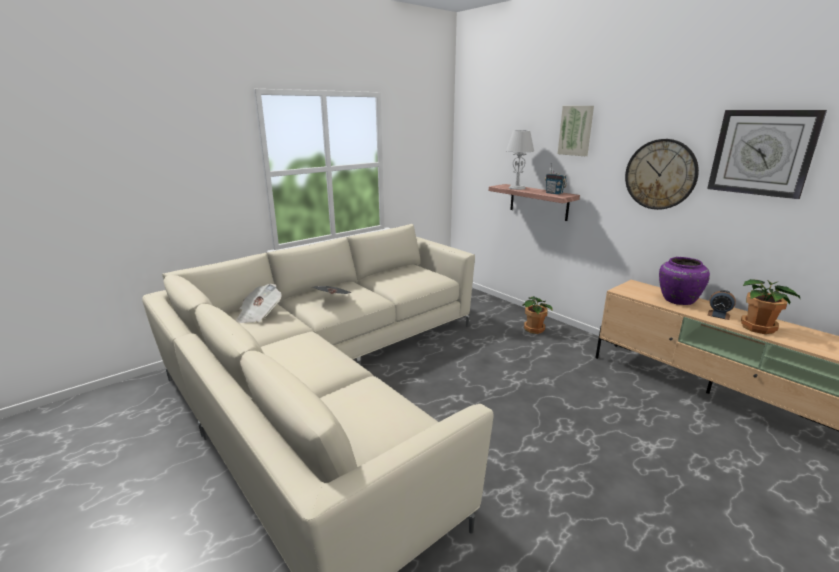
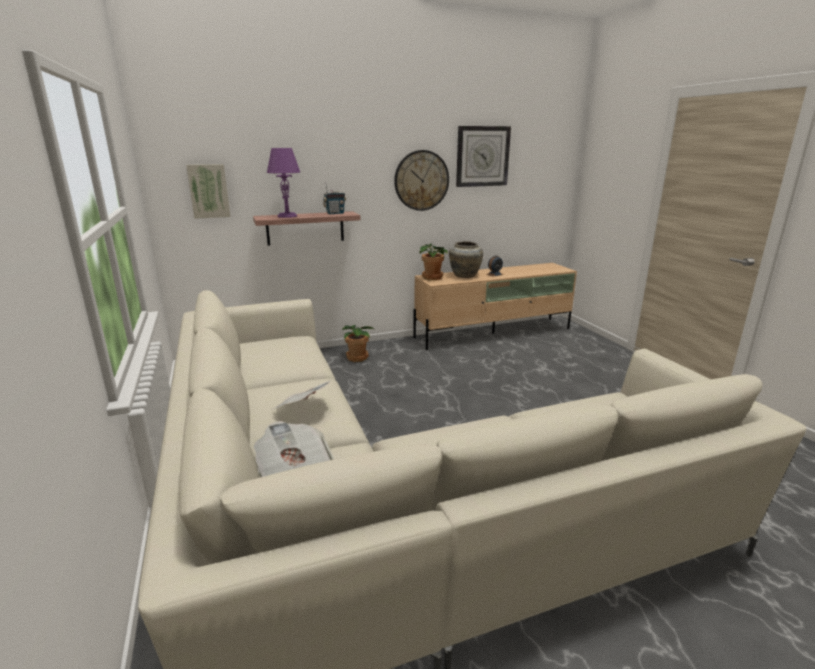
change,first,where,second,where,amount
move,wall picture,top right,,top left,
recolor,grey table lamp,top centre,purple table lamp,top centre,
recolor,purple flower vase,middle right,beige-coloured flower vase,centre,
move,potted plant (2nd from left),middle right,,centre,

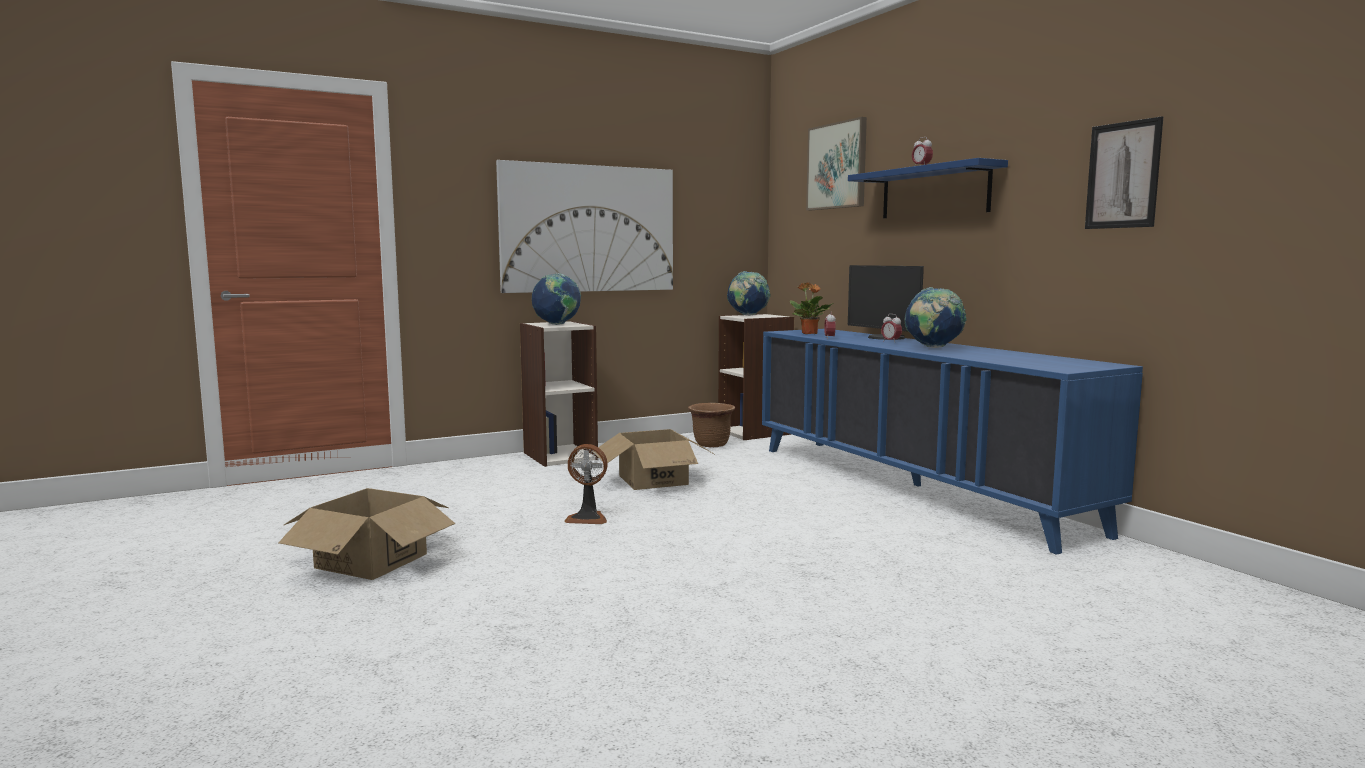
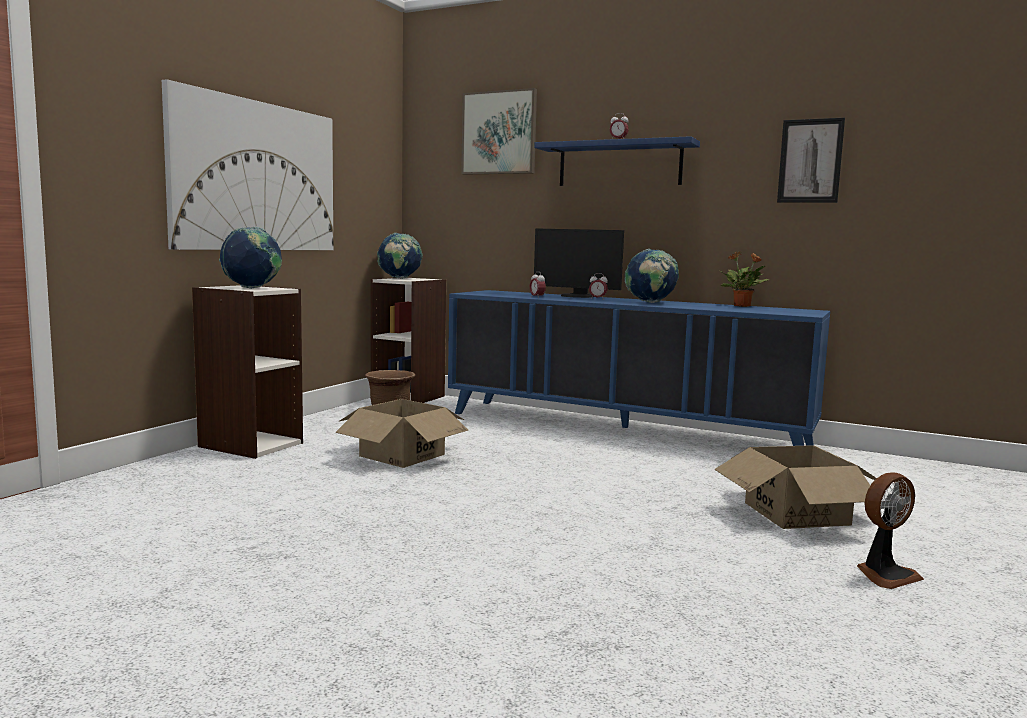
change,first,where,second,where,amount
move,potted plant,centre,,middle right,
move,electric fan,centre,,bottom right,
move,packing box (1st from left in the first image),bottom left,packing box (2nd from left),bottom right,

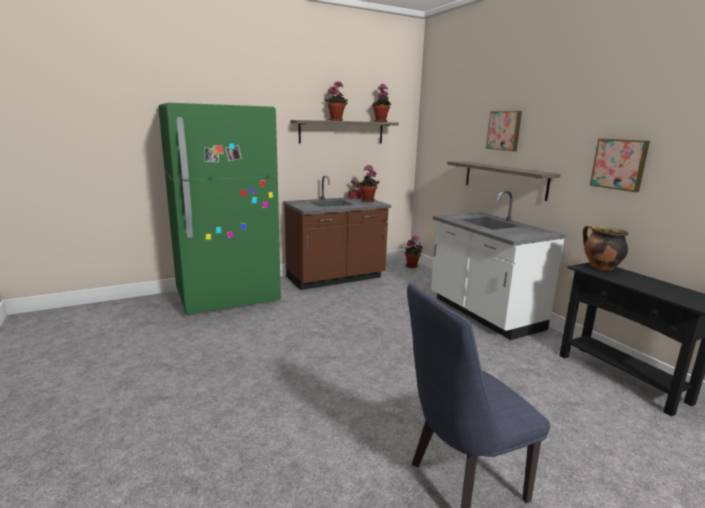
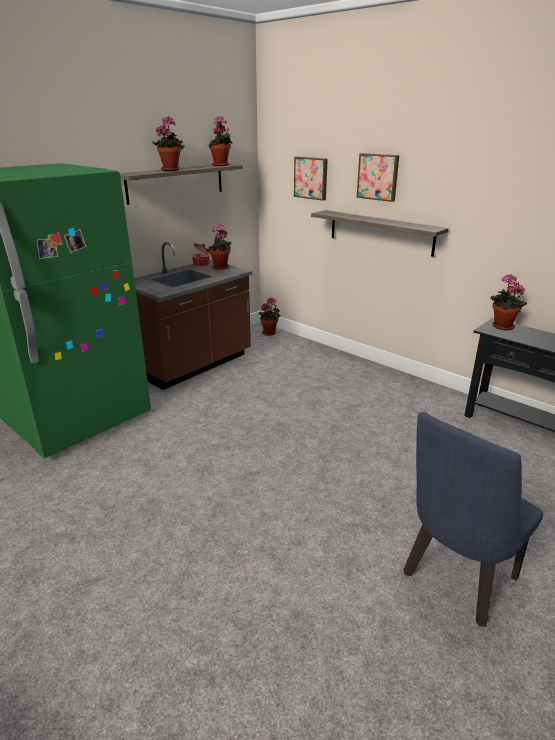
change,first,where,second,where,amount
move,wall picture (2nd from left in the first image),top right,wall picture (1st from left),top centre,
delete,white-coloured kitchen counter,middle right,,,
replace,saucepot (2nd from left),middle right,potted plant (5th from left),middle right,

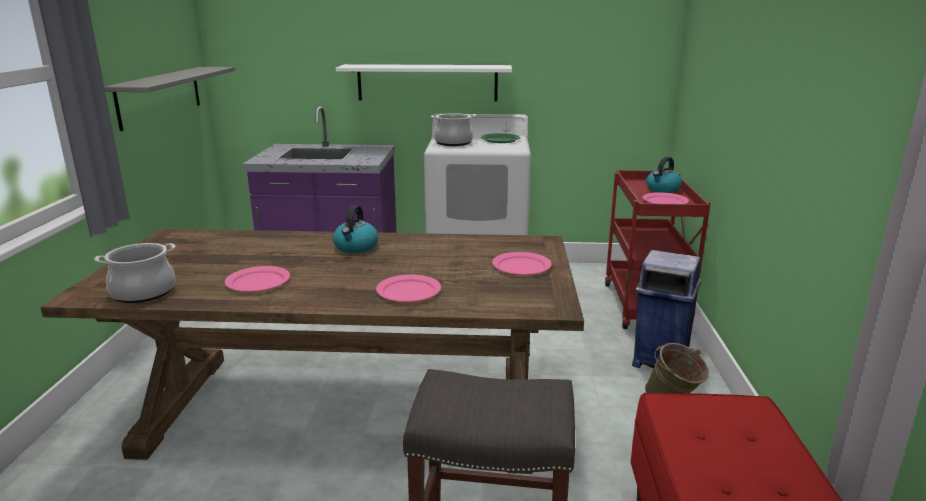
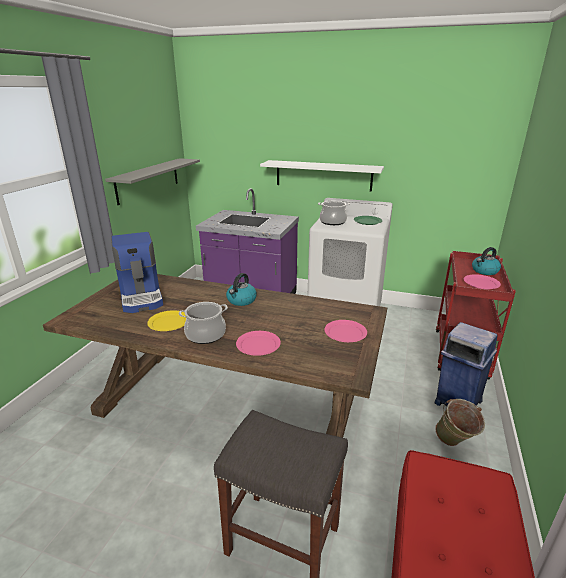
change,first,where,second,where,amount
move,saucepot (1st from left),middle left,,centre,
recolor,pinkish plate (1st from left),middle left,yellow plate,middle left,
insert,,,coffee machine,middle left,

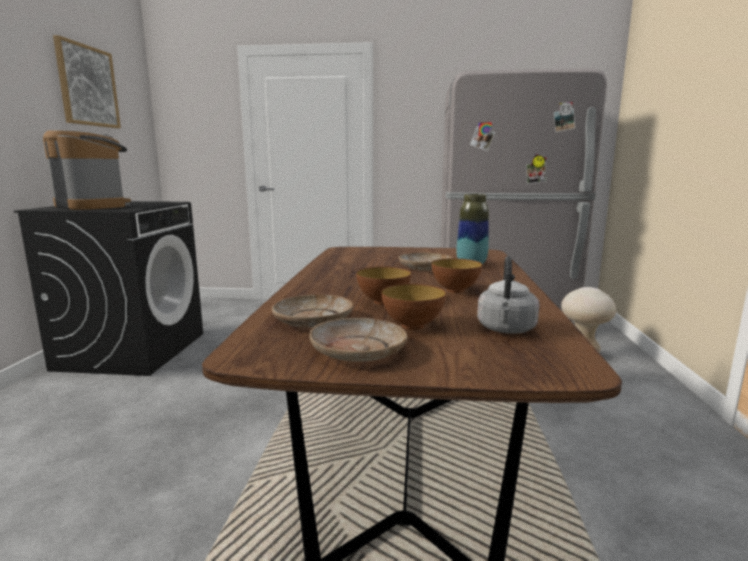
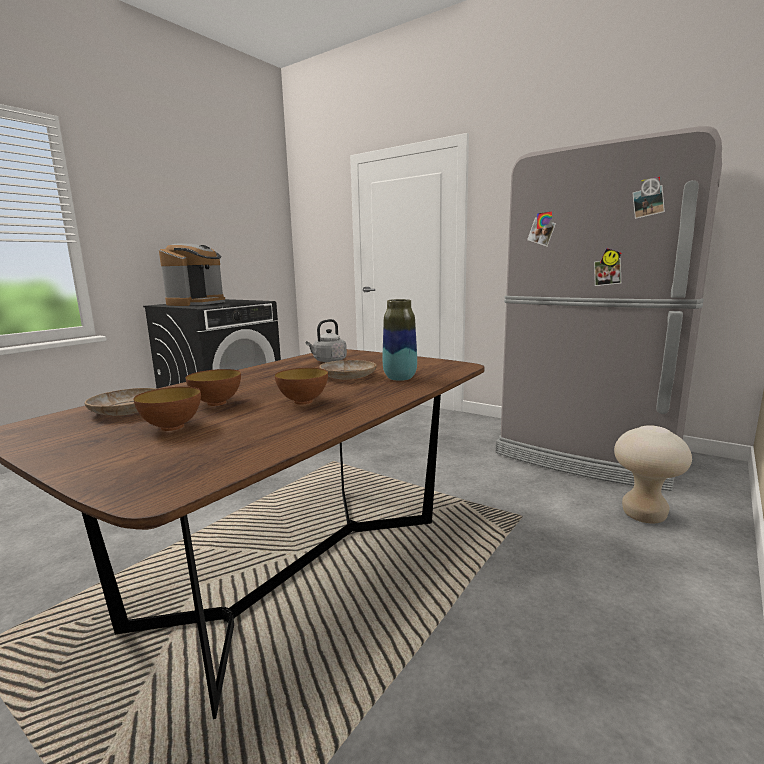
change,first,where,second,where,amount
delete,wall picture,top left,,,
rotate,coffee machine,top left,,middle left,45 degrees clockwise
move,grey water kettle,middle right,,centre,
delete,beige-coloured plate (2nd from left),centre,,,

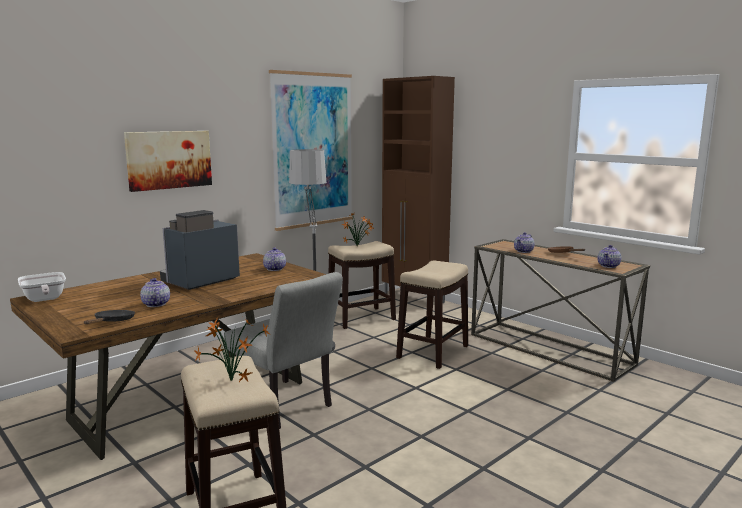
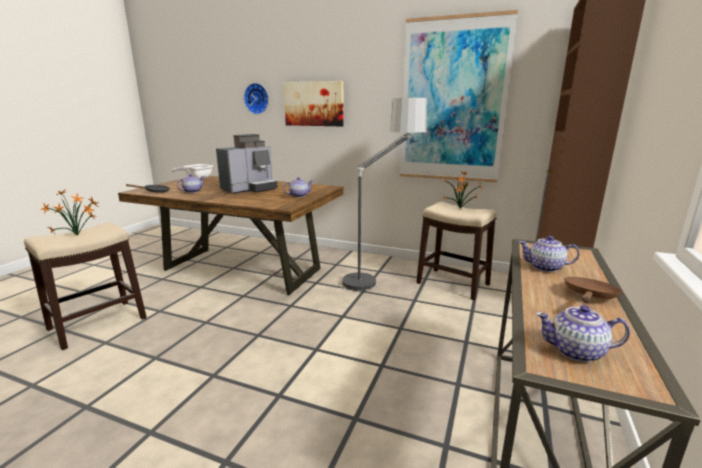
change,first,where,second,where,amount
rotate,coffee machine,middle left,,centre,120 degrees clockwise
delete,stool seat (3rd from left),centre,,,
delete,grey chair,bottom centre,,,
insert,,,wall clock,top centre,

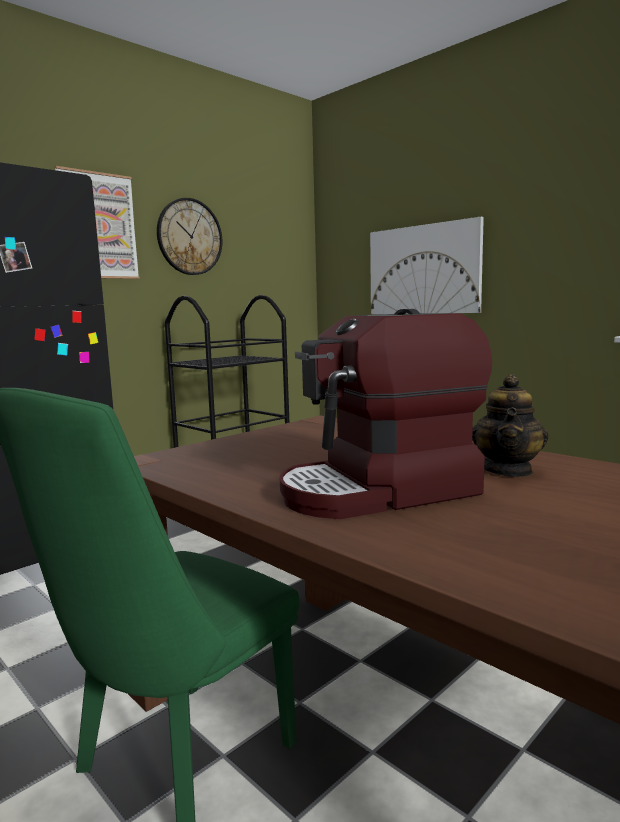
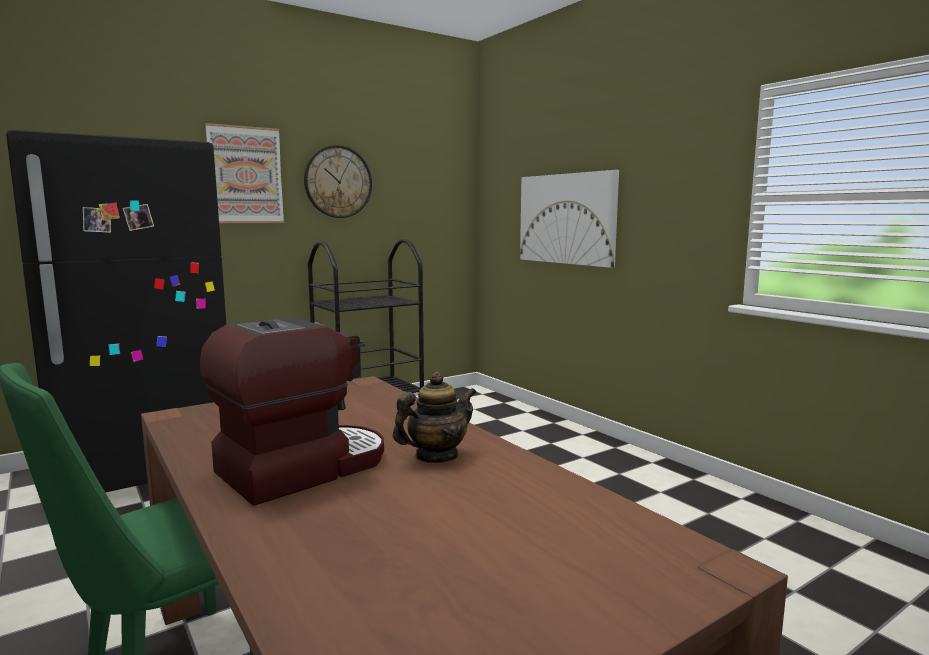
change,first,where,second,where,amount
rotate,coffee machine,centre,,middle left,150 degrees clockwise
rotate,pot for tea,middle right,,centre,150 degrees counterclockwise

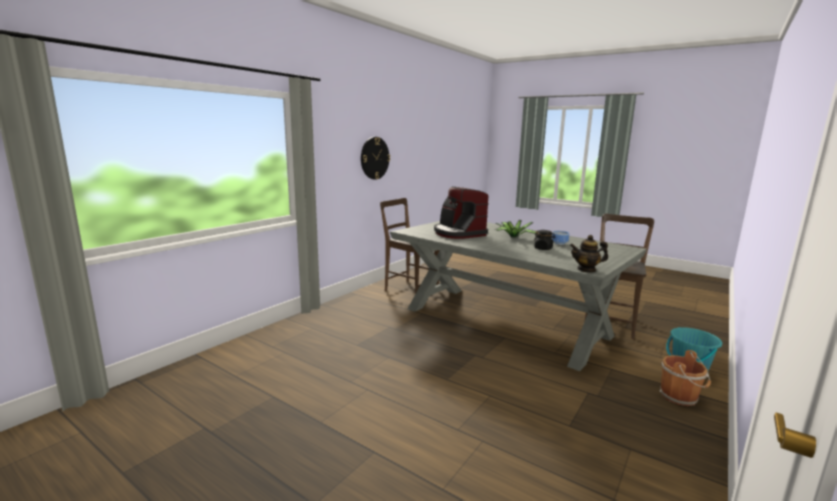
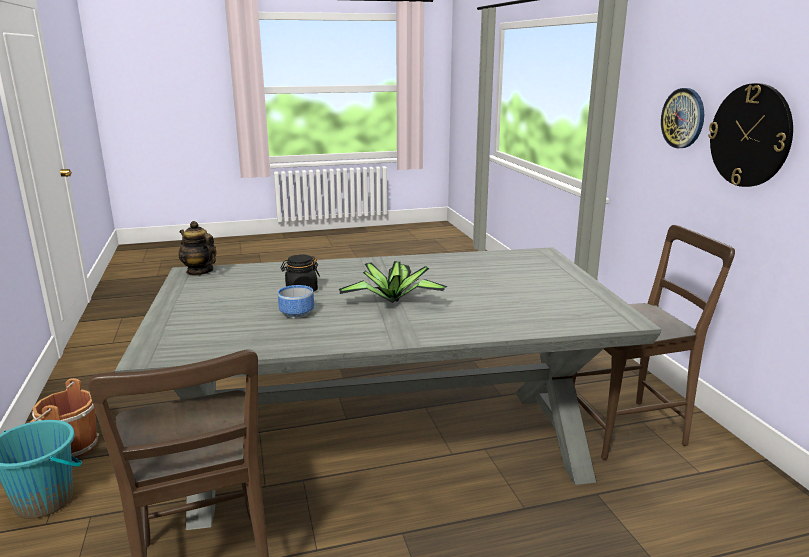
change,first,where,second,where,amount
delete,coffee machine,centre,,,
rotate,pot for tea,middle right,,middle left,90 degrees counterclockwise
insert,,,wall clock (1st from left),top right,

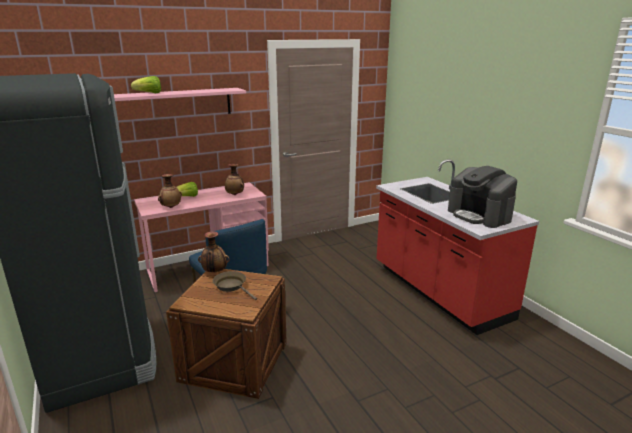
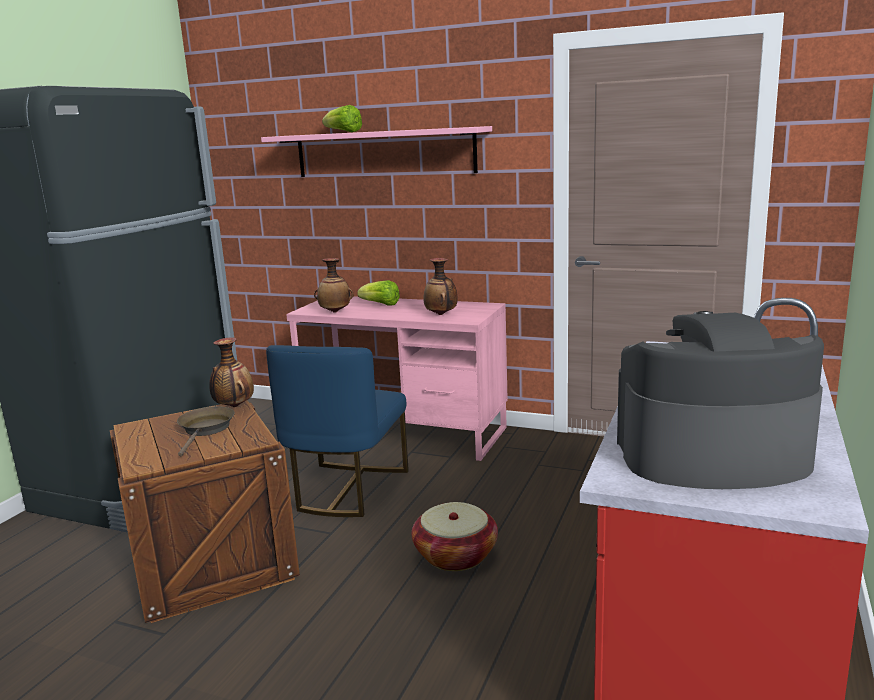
change,first,where,second,where,amount
rotate,coffee machine,middle right,,middle right,75 degrees clockwise
insert,,,storage basket,bottom centre,

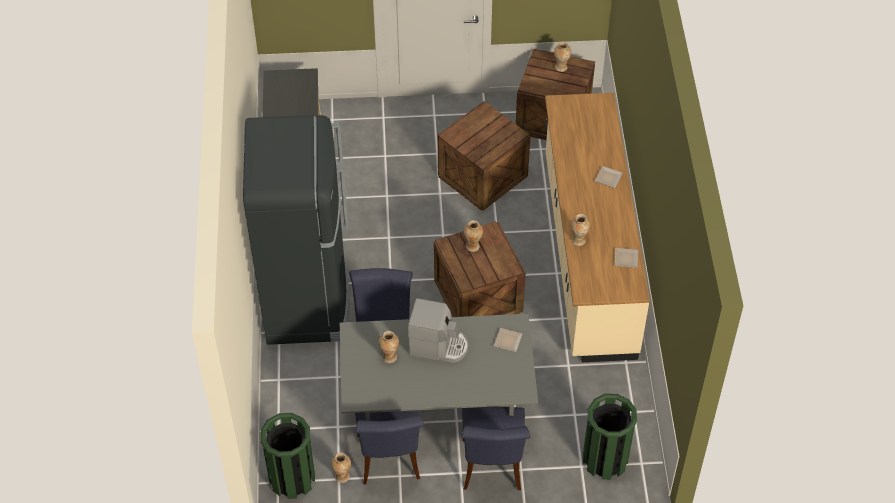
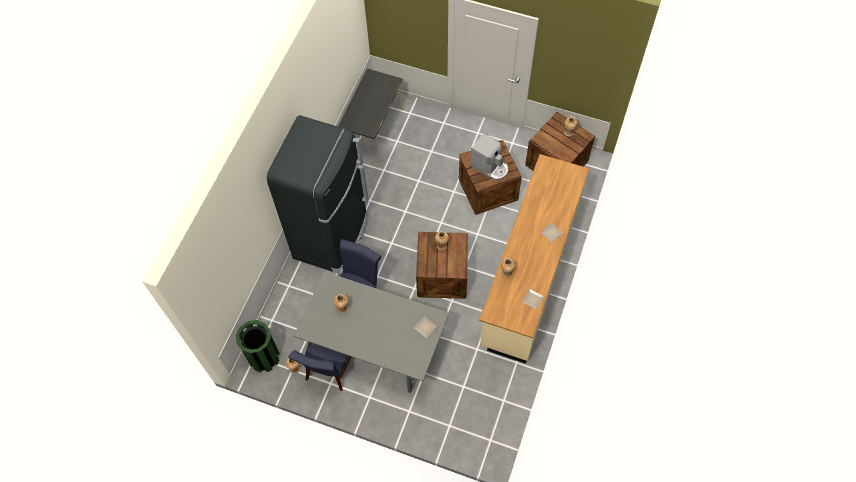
change,first,where,second,where,amount
move,coffee machine,centre,,top centre,
delete,greenish rubbish bin (2nd from left),bottom right,,,
delete,blue chair (3rd from left),bottom centre,,,

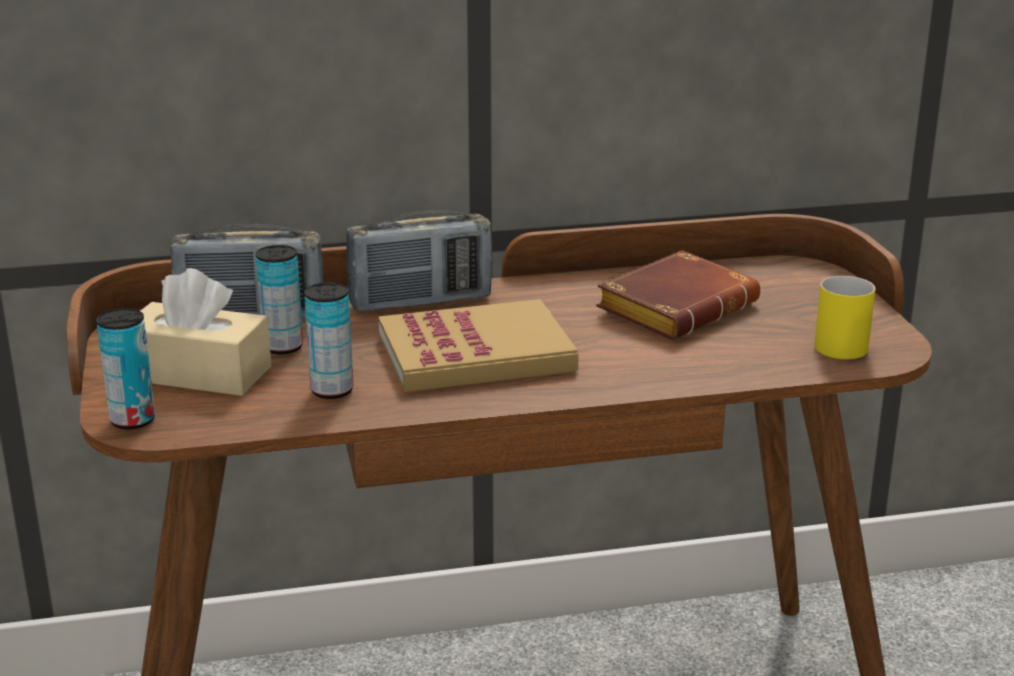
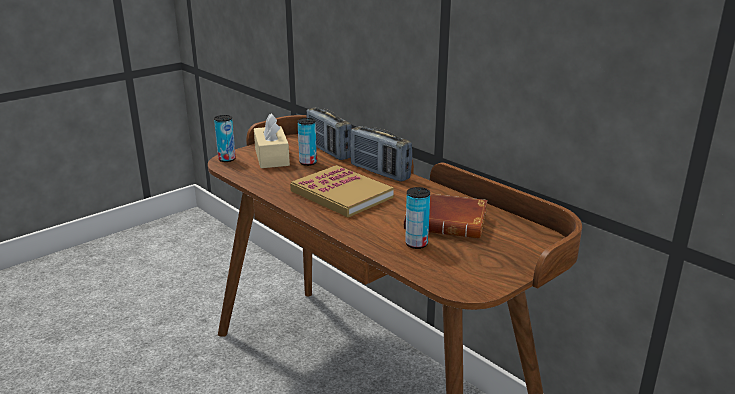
change,first,where,second,where,amount
delete,yellow coffee mug,middle right,,,
move,metal can (3rd from left),middle left,,centre,

